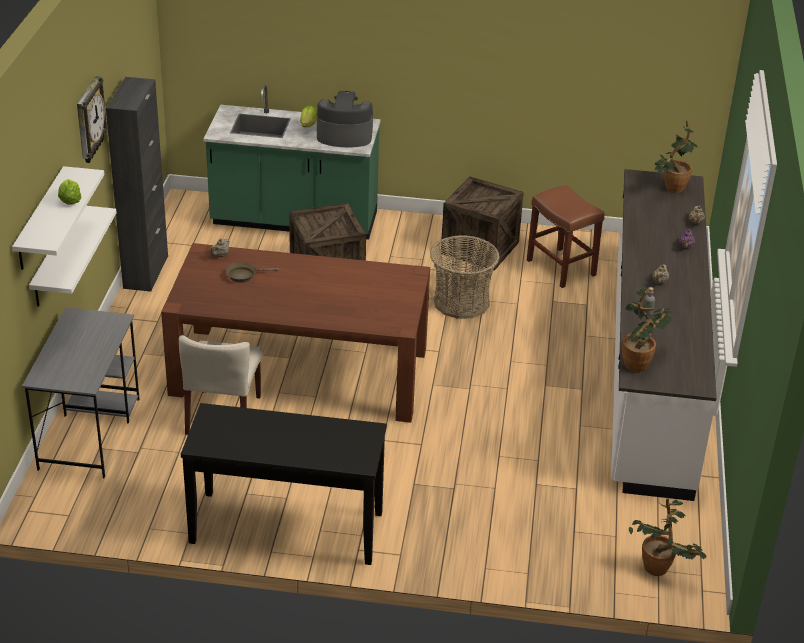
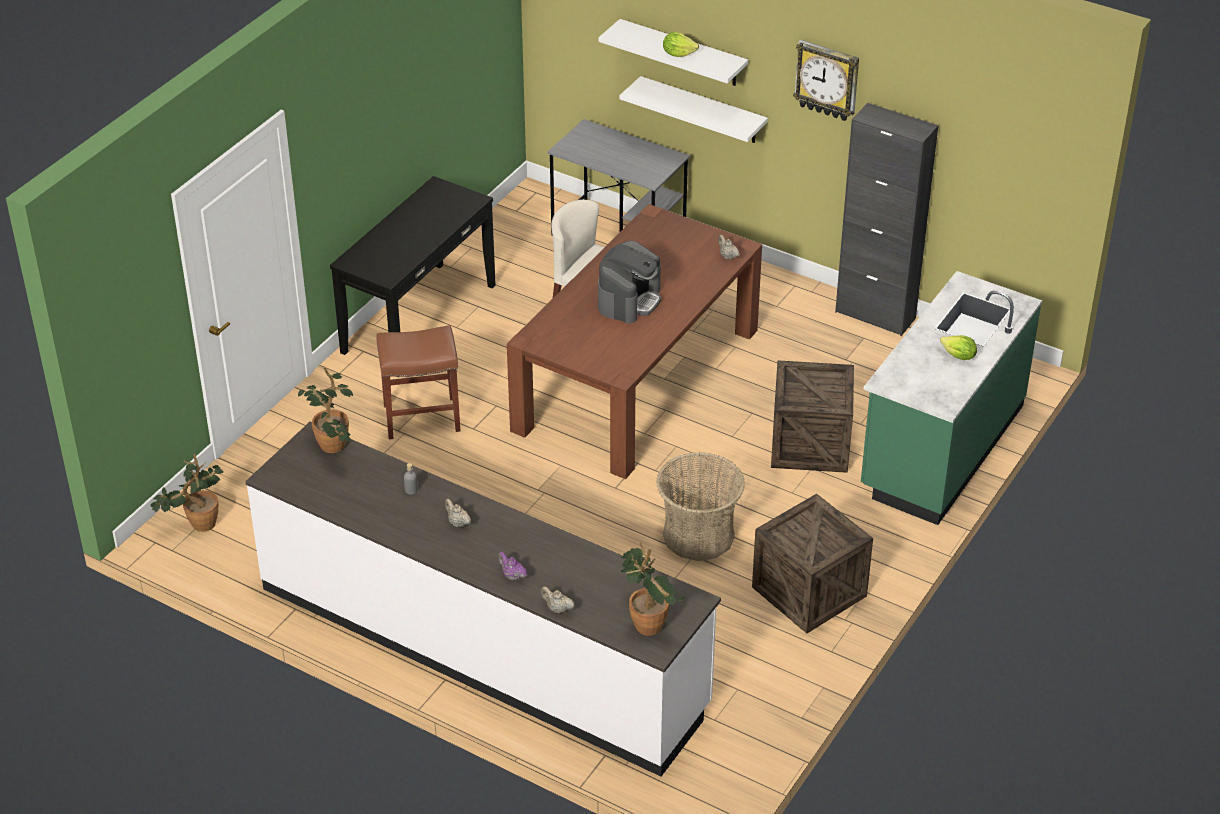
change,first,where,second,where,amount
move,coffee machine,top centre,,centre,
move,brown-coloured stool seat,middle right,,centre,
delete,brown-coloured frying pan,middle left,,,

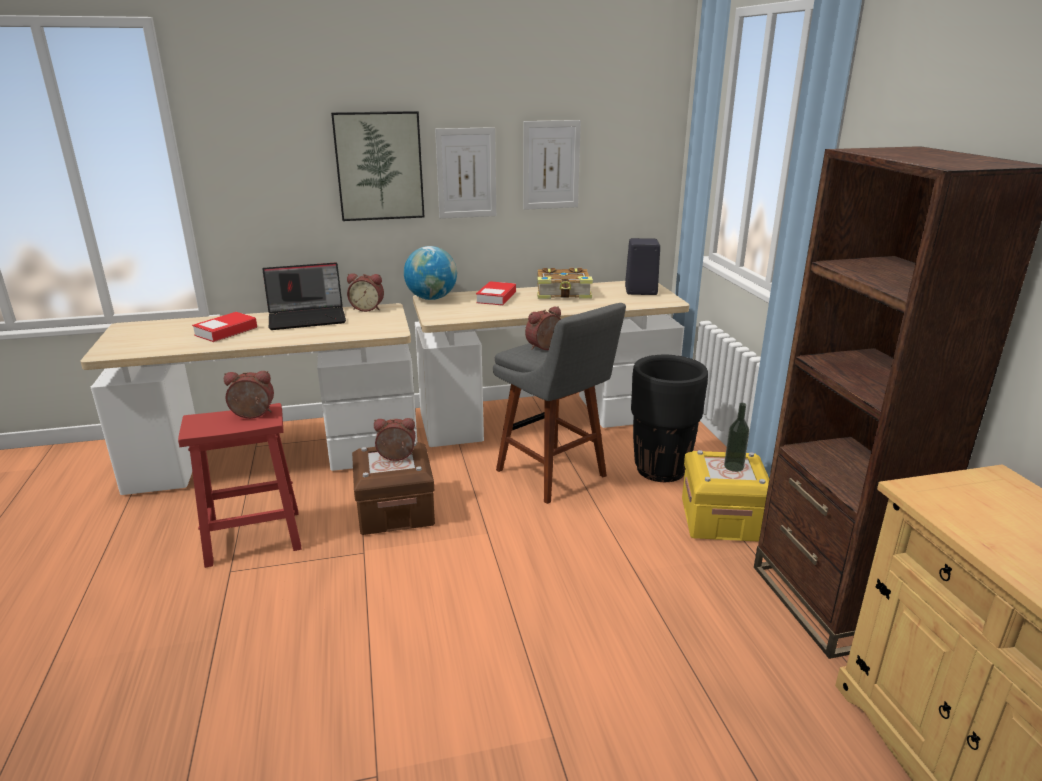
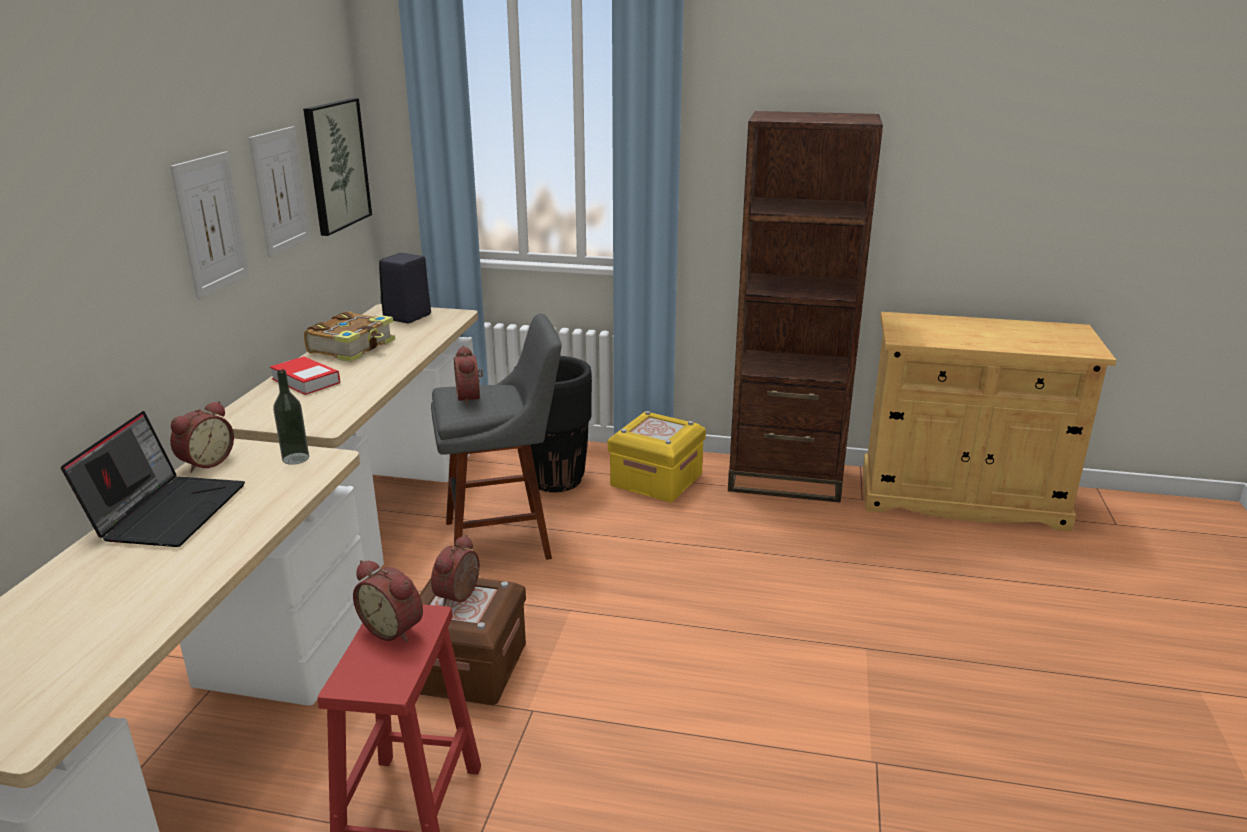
change,first,where,second,where,amount
move,wall picture (1st from left in the first image),top centre,wall picture (3rd from left),top left,
delete,desk globe,centre,,,
delete,book (1st from left),middle left,,,
rotate,bedside clock (1st from left in the first image),middle left,bedside clock (2nd from left),bottom left,75 degrees counterclockwise
move,drink bottle,middle right,,middle left,

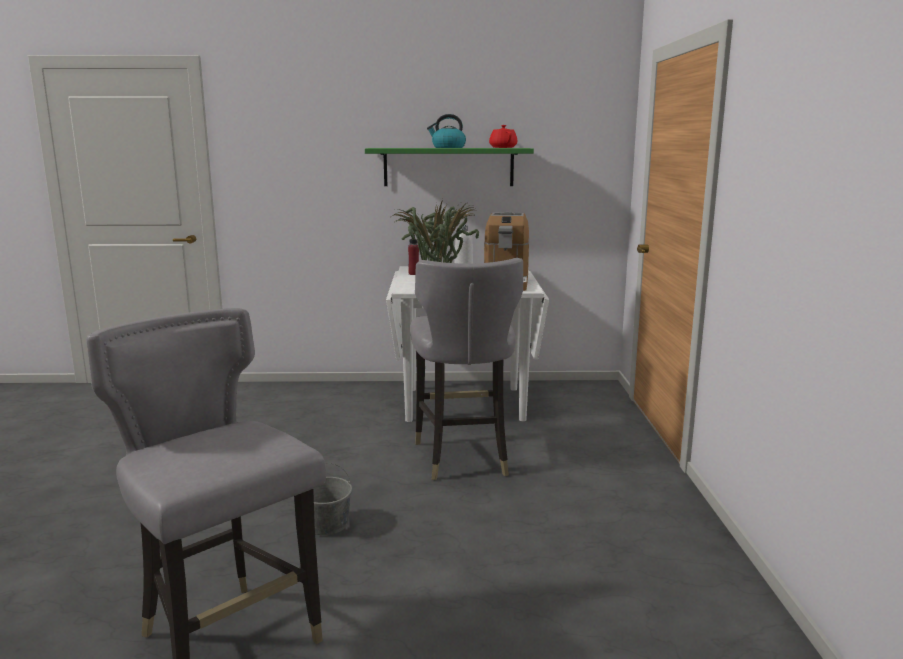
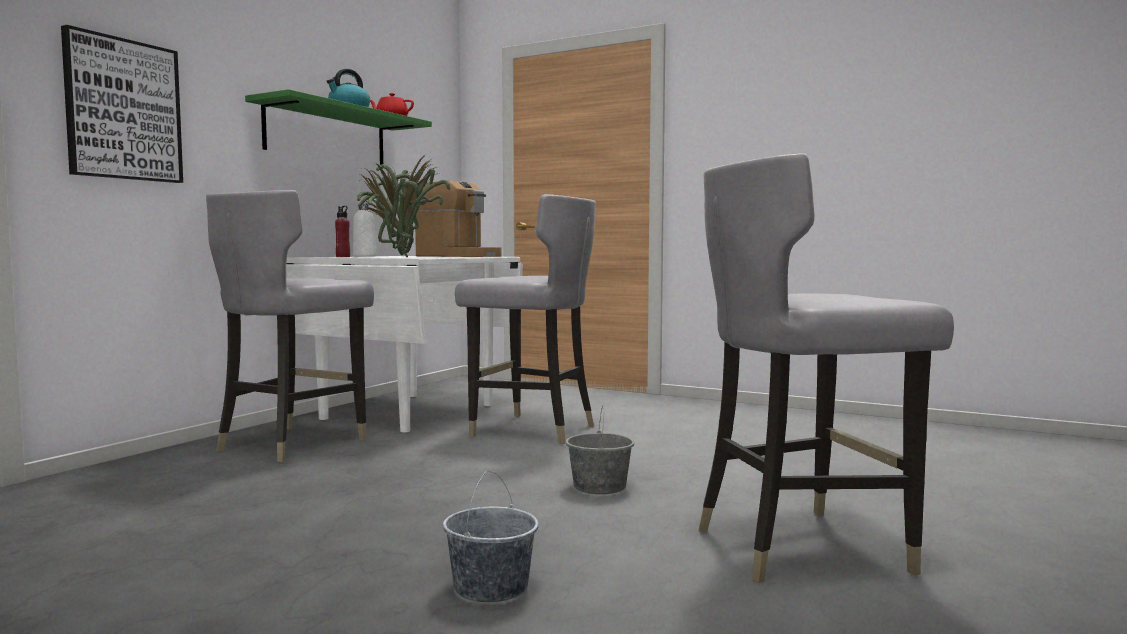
change,first,where,second,where,amount
insert,,,wall picture,top left,
insert,,,grey chair (1st from left),middle left,
insert,,,grey bucket (1st from left),bottom centre,

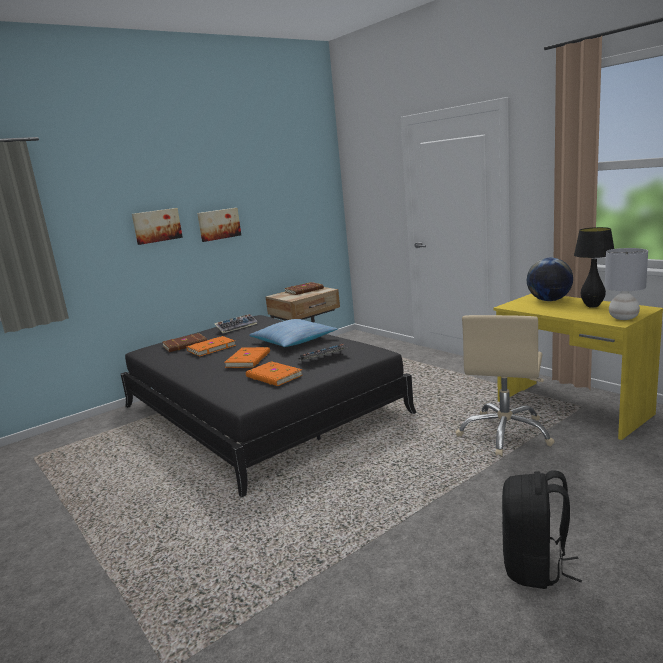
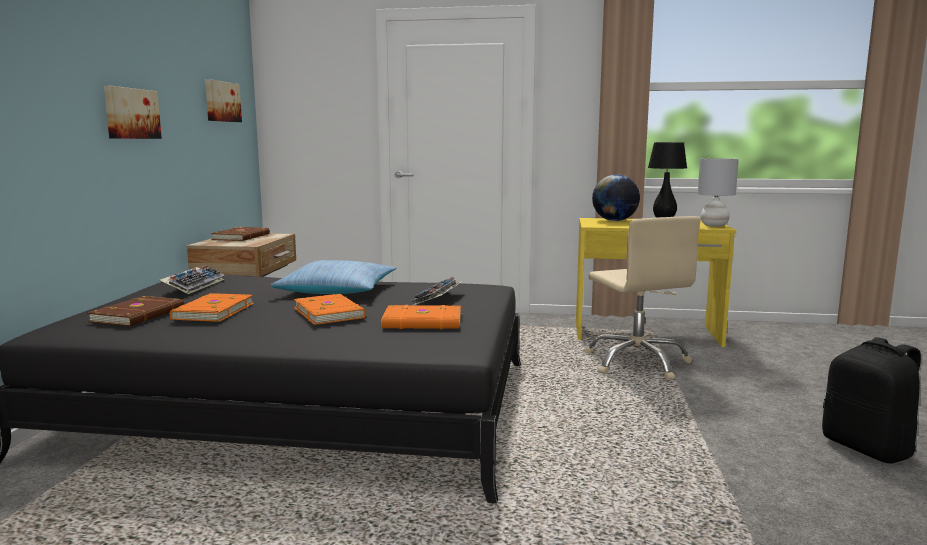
change,first,where,second,where,amount
move,wall picture (1st from left in the first image),middle left,wall picture (2nd from left),top left,

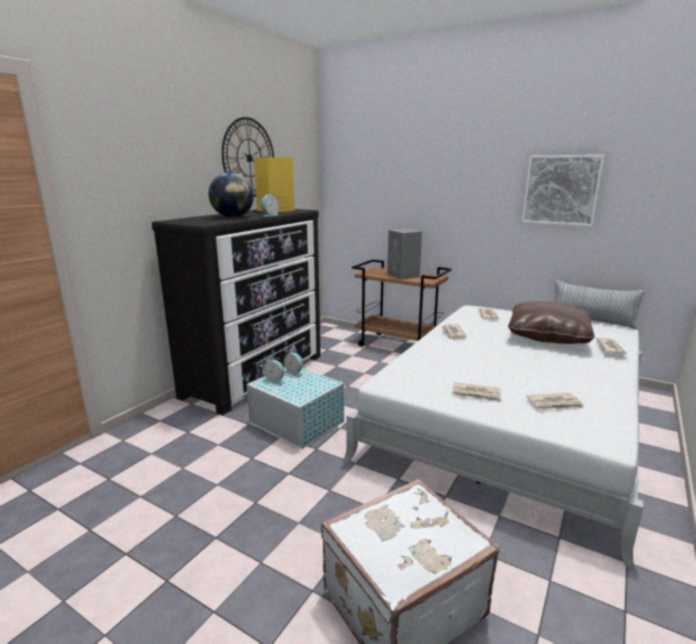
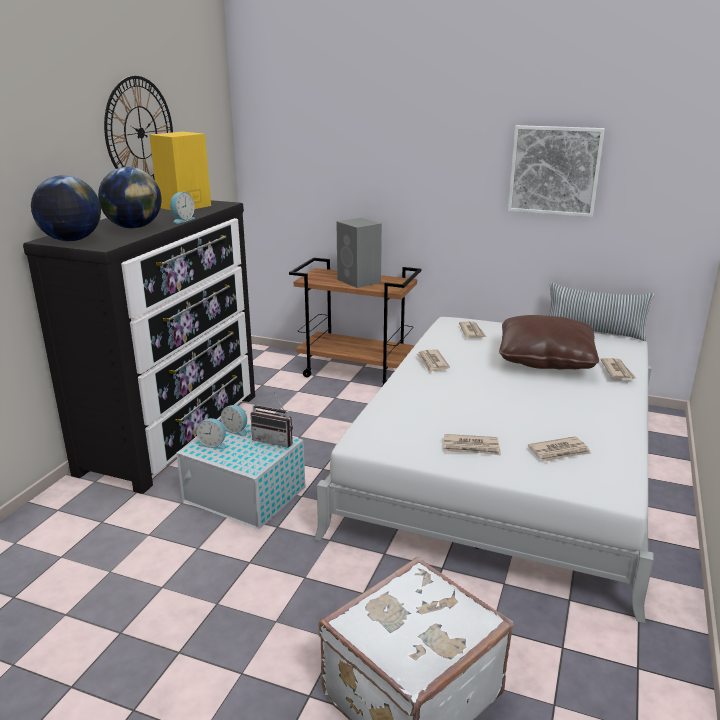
change,first,where,second,where,amount
insert,,,desk globe (1st from left),top left,
insert,,,radio set,centre,

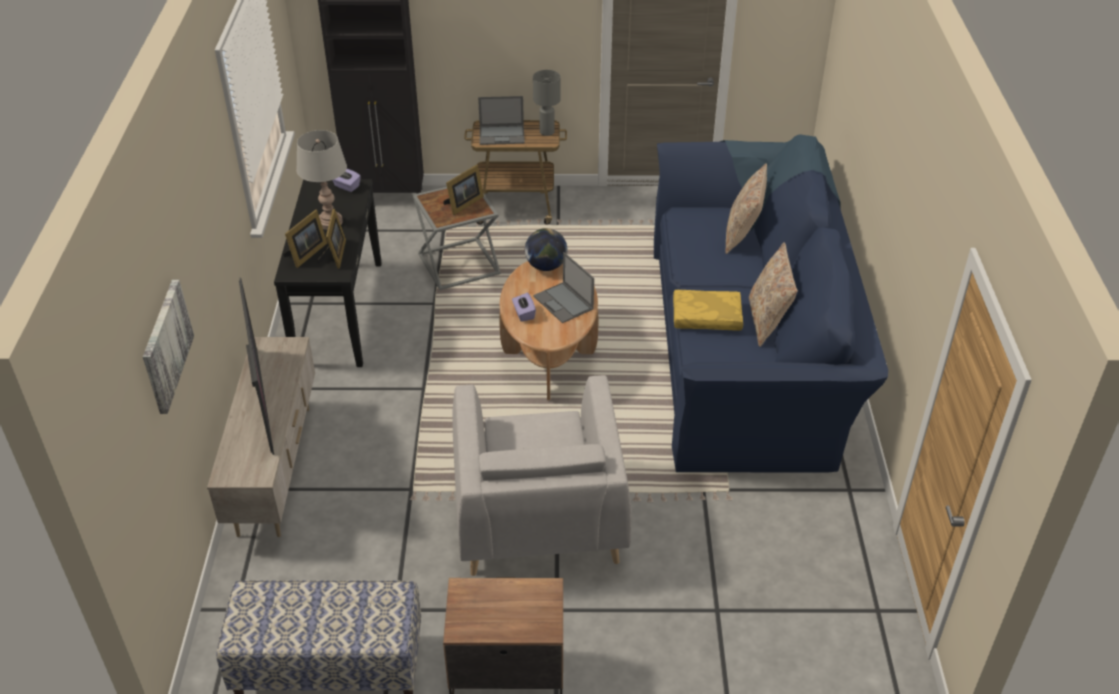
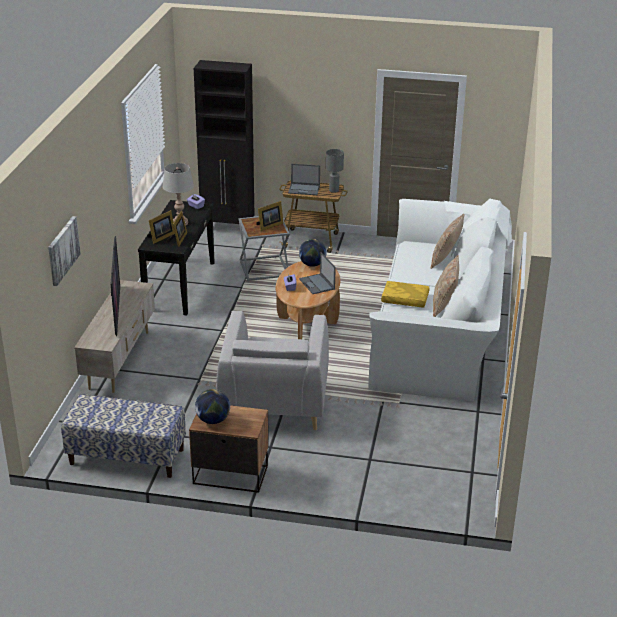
change,first,where,second,where,amount
recolor,blue couch,middle right,white-coloured couch,middle right,
insert,,,desk globe (1st from left),centre,

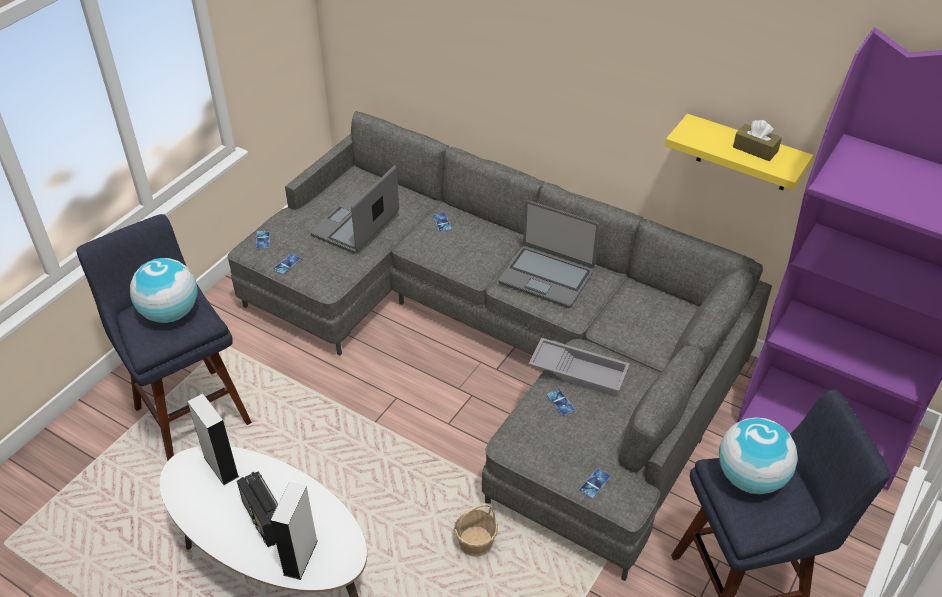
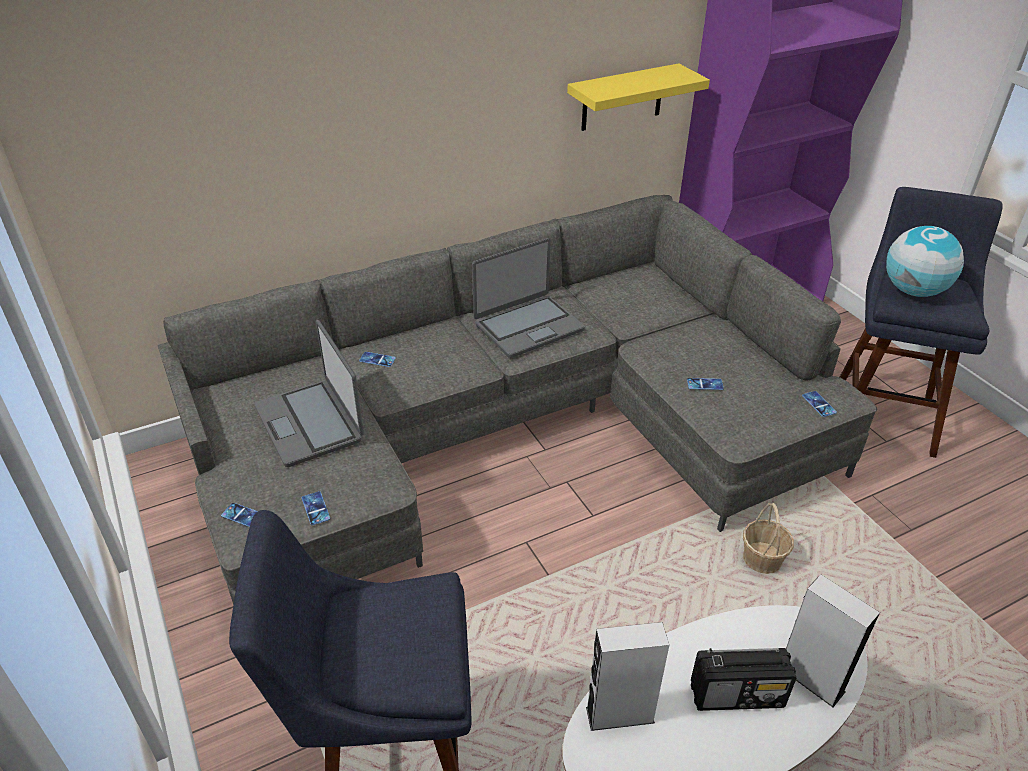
change,first,where,second,where,amount
delete,brown-coloured tissue holder,top right,,,
delete,desk globe (1st from left),middle left,,,
delete,grey carrying tray,centre,,,

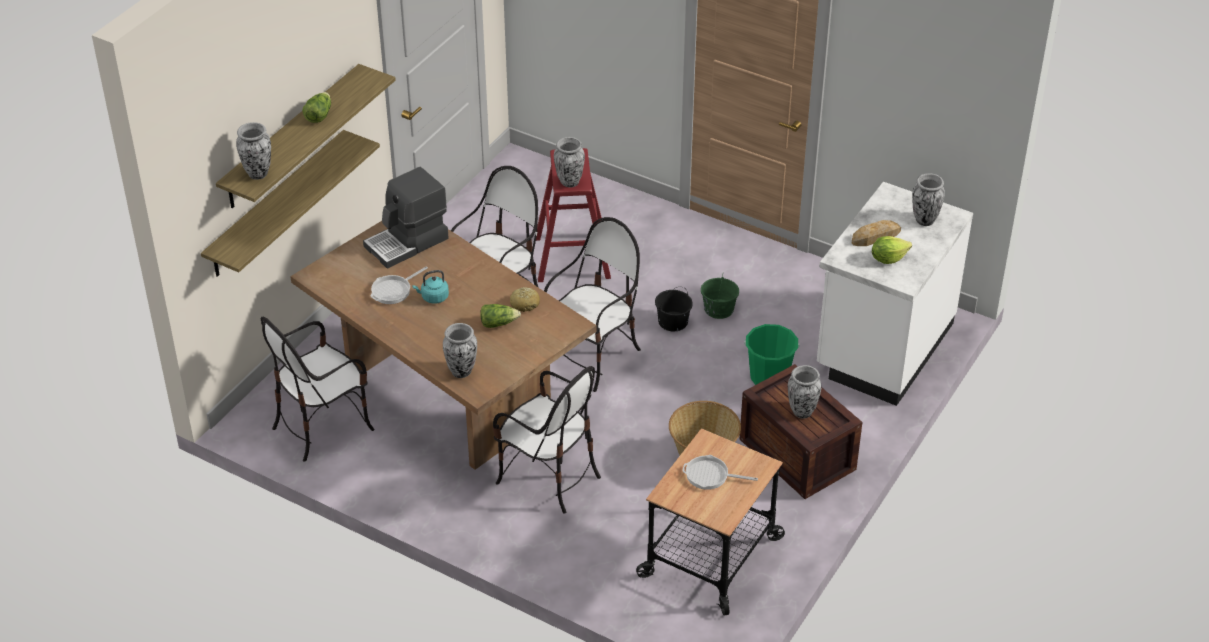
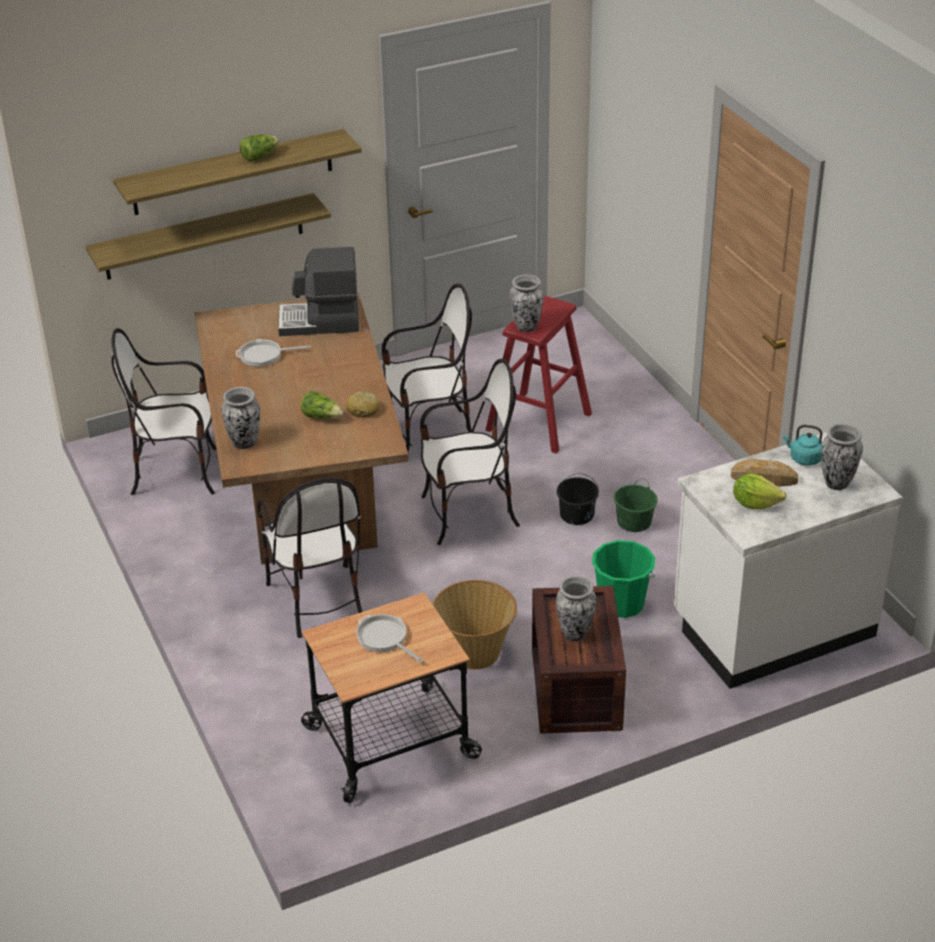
change,first,where,second,where,amount
delete,flower vase (1st from left),top left,,,
move,turquoise-coloured water kettle,centre,,middle right,

